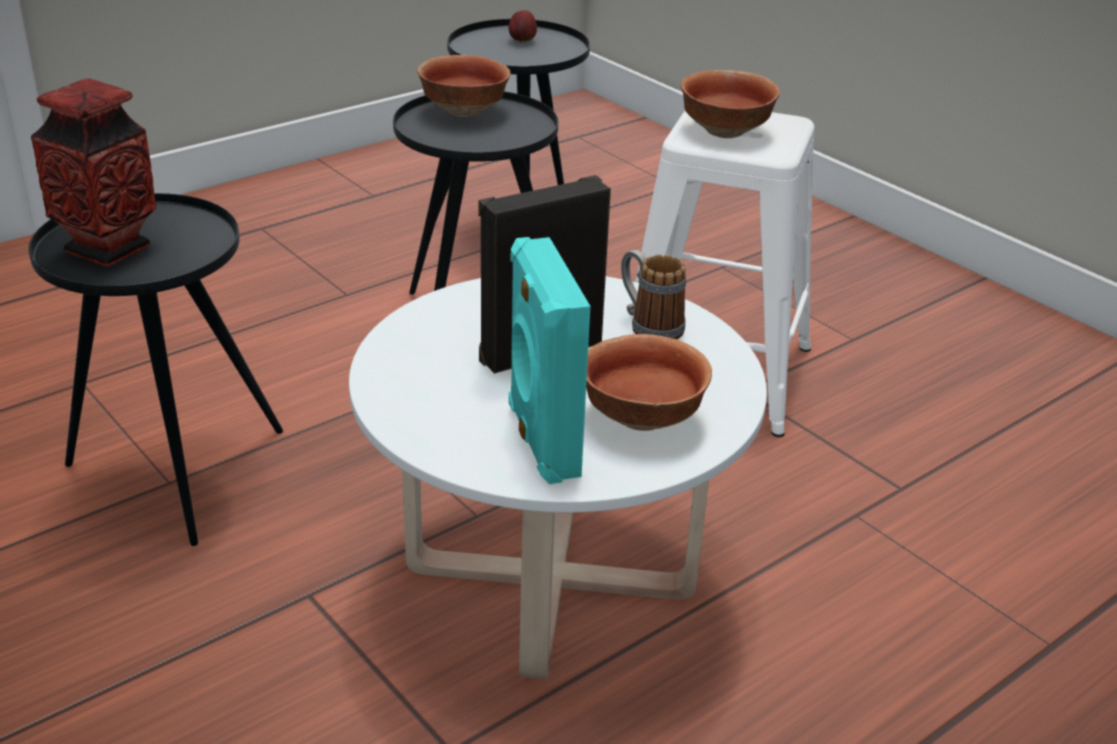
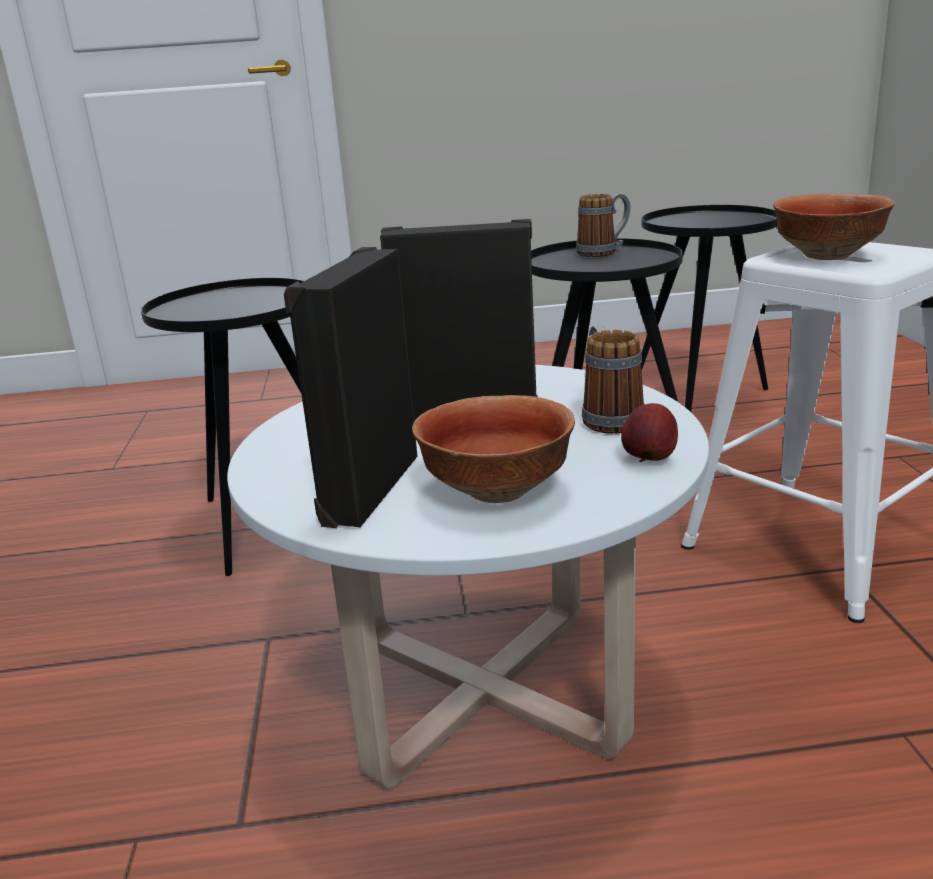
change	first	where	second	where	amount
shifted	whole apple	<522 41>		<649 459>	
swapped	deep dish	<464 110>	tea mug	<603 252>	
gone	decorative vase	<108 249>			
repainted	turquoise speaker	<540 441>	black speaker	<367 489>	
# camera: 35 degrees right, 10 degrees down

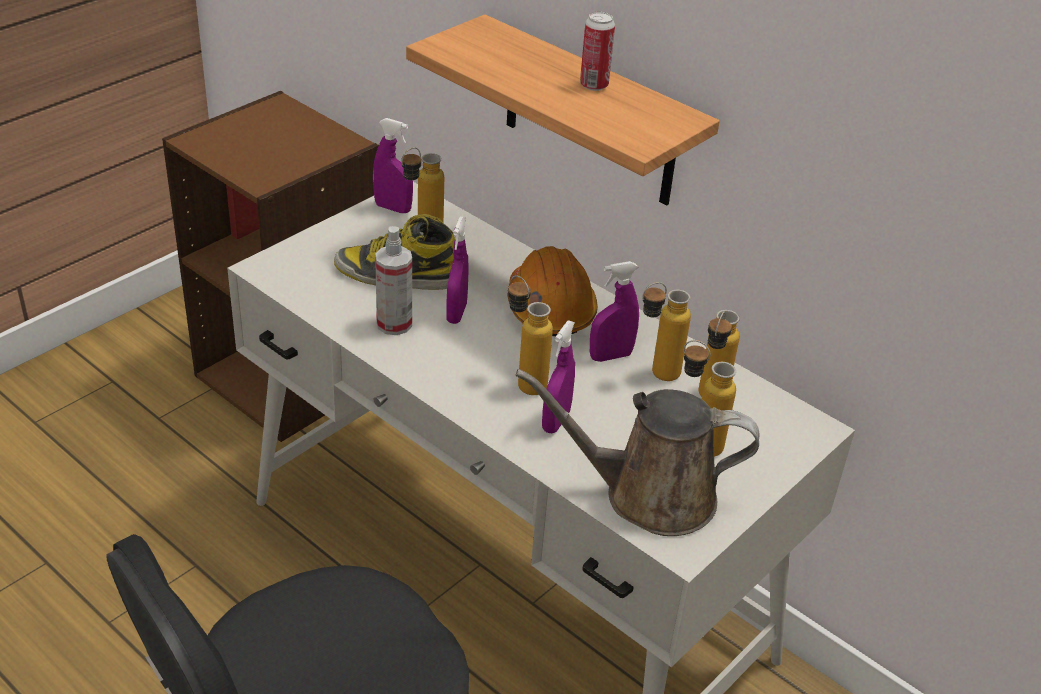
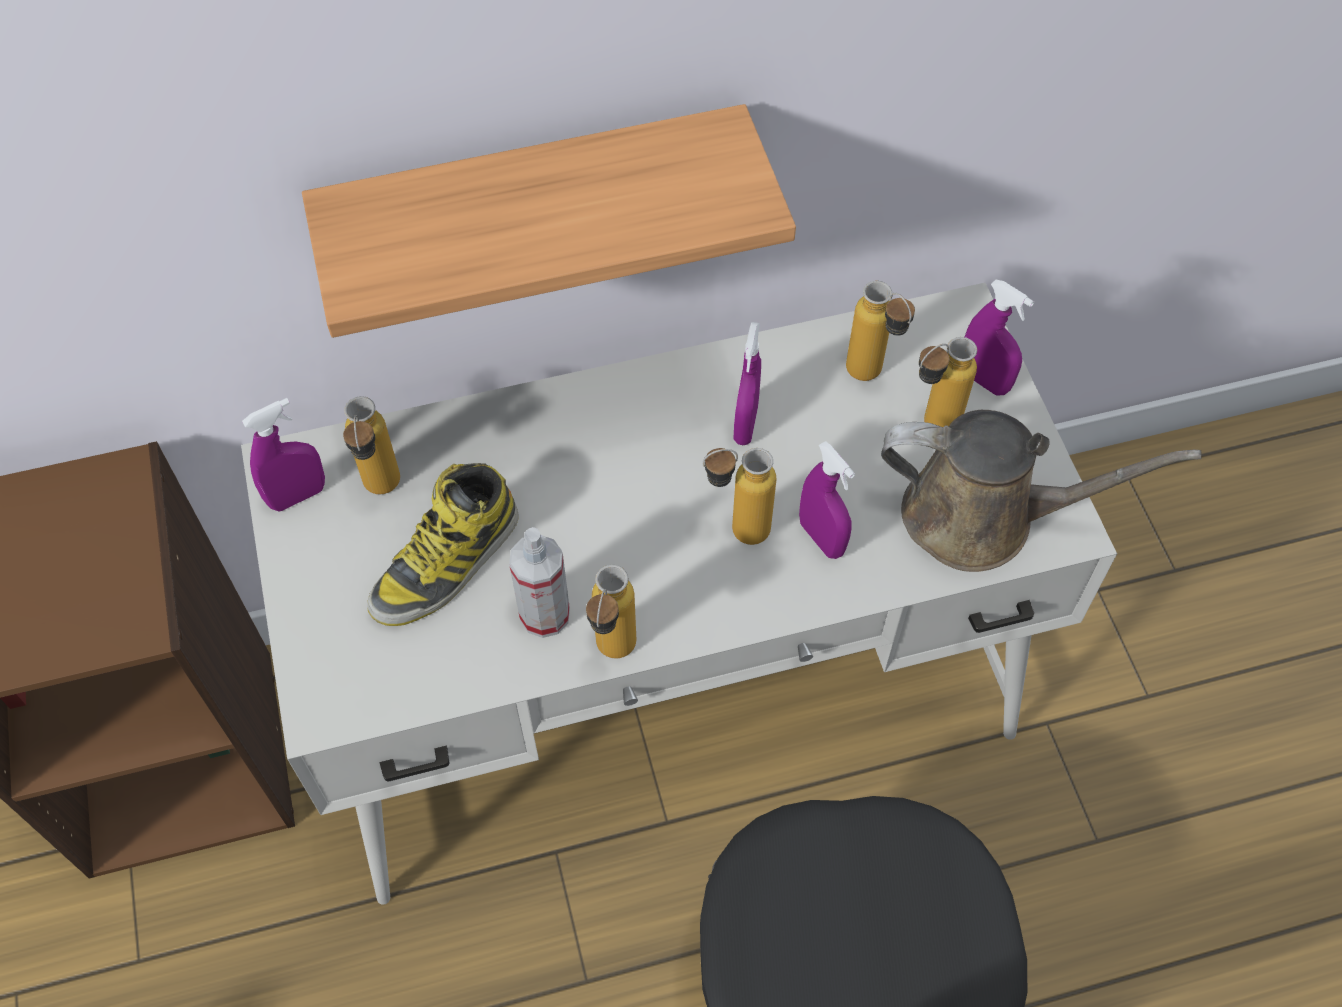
change	first	where	second	where	amount
gone	metal can	<594 85>			
shifted	purple sprayer	<456 313>		<983 380>	
gone	orangey safety helmet	<550 308>			
shifted	beverage bottle	<655 375>		<612 657>	
rotated	brown watering can	<648 495>		<982 517>	120 degrees counterclockwise
# camera: 55 degrees left, 20 degrees up

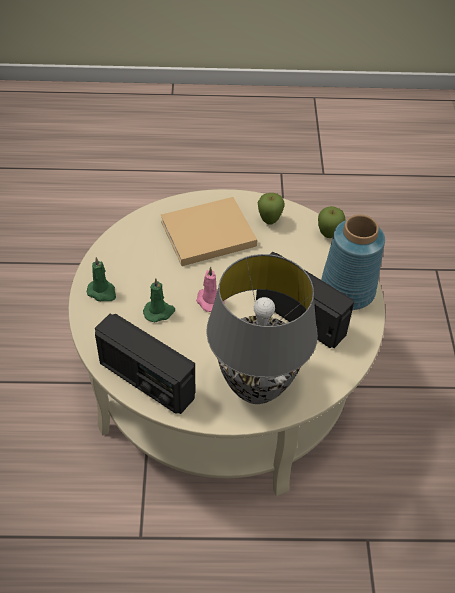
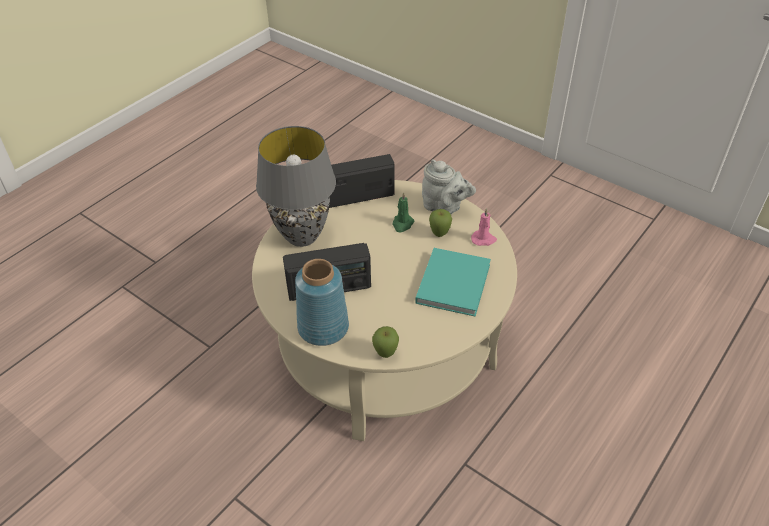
change	first	where	second	where	amount
shifted	whole apple	<269 221>		<439 234>	
repainted	beige volume	<205 234>	turquoise volume	<454 282>	
swapped	green-coloured wax light	<102 292>	greyish pot for tea	<444 207>	
shifted	pink wax light	<209 300>		<484 239>	
# camera: 130 degrees right, 5 degrees down

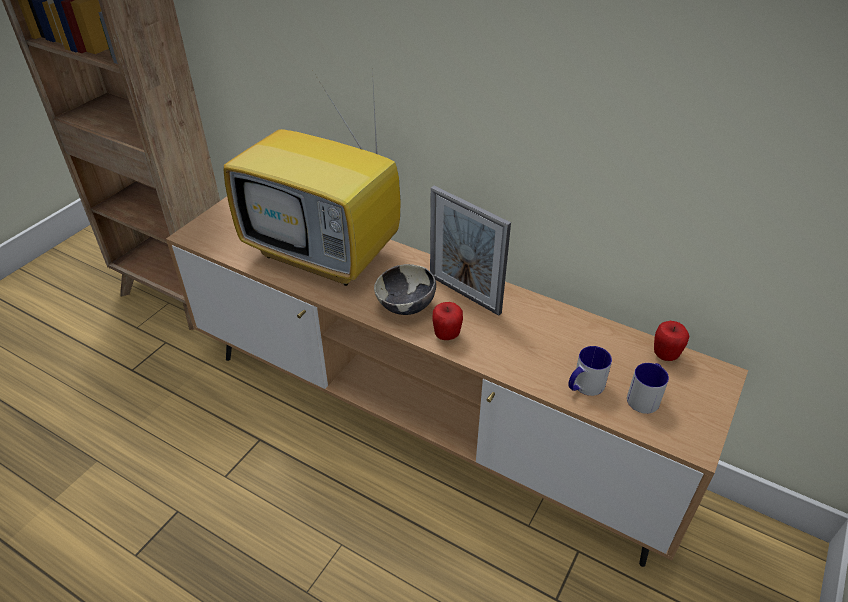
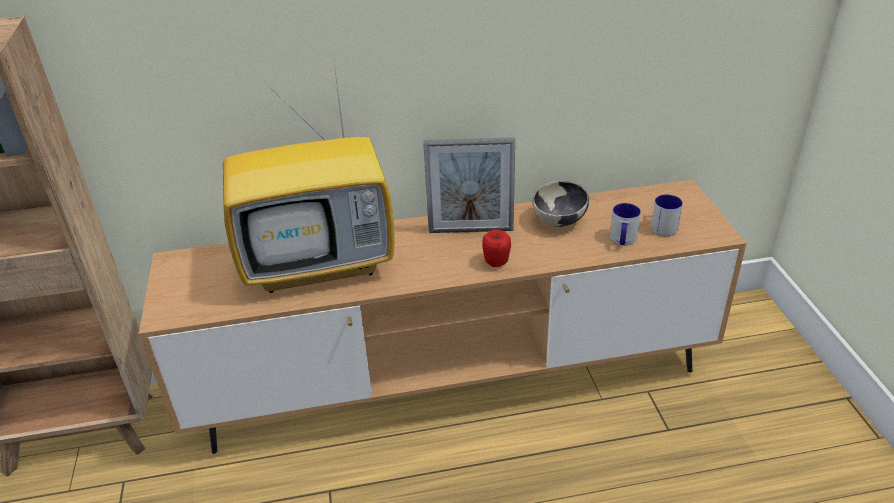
change	first	where	second	where	amount
shifted	deep dish	<406 307>		<560 221>	
gone	whole apple	<665 355>			
# camera: 40 degrees left, 5 degrees down

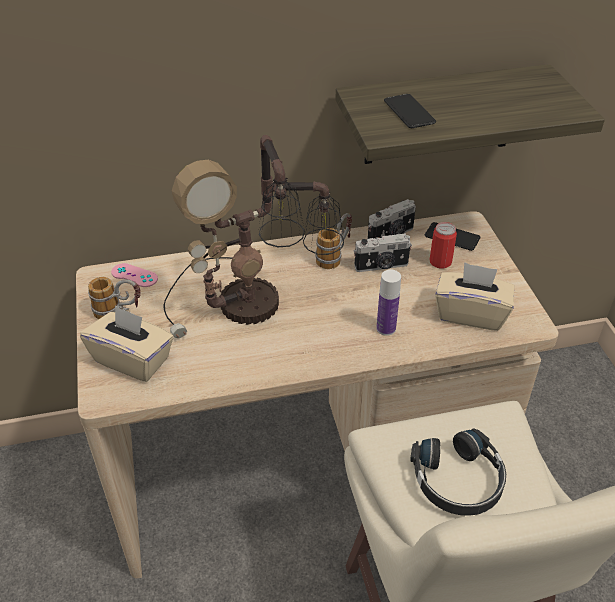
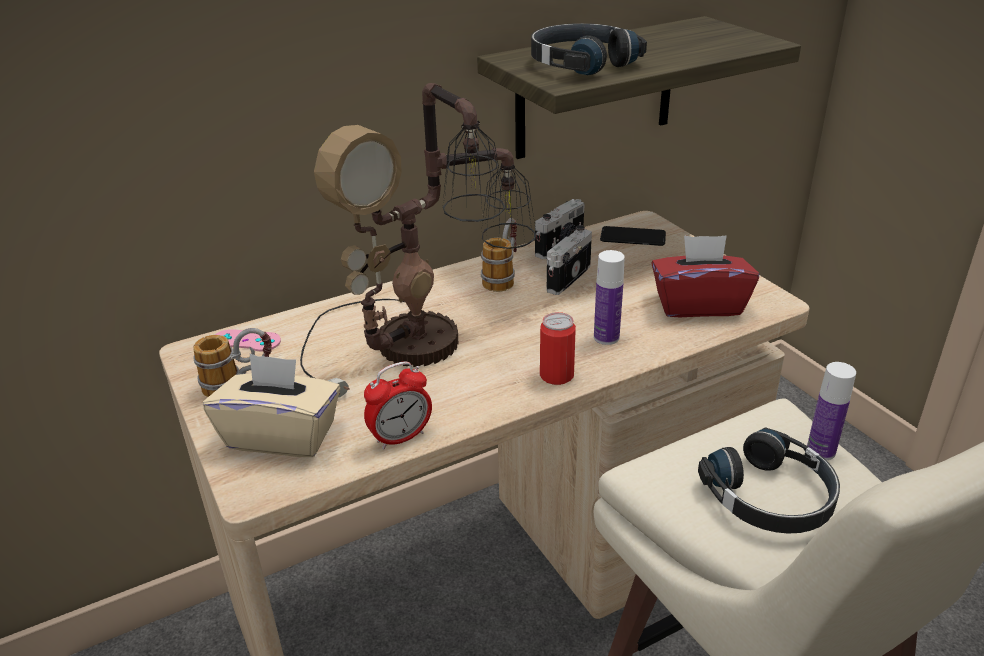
change	first	where	second	where	amount
swapped	handset	<409 112>	black headphones	<581 63>	
shifted	metal can	<440 262>		<556 375>	
rotated	photo camera	<381 266>		<566 277>	150 degrees clockwise
repainted	beige tissue box	<470 314>	red-coloured tissue box	<698 305>	
new			alarm clock	<401 437>	
new			beverage bottle	<821 451>	
# camera: 15 degrees left, 10 degrees down

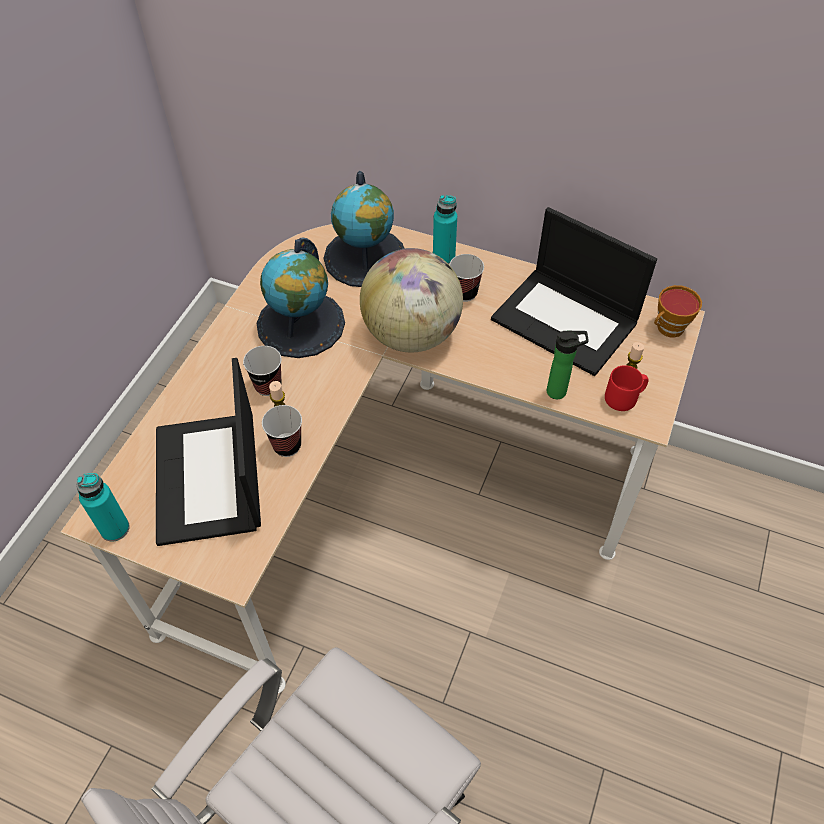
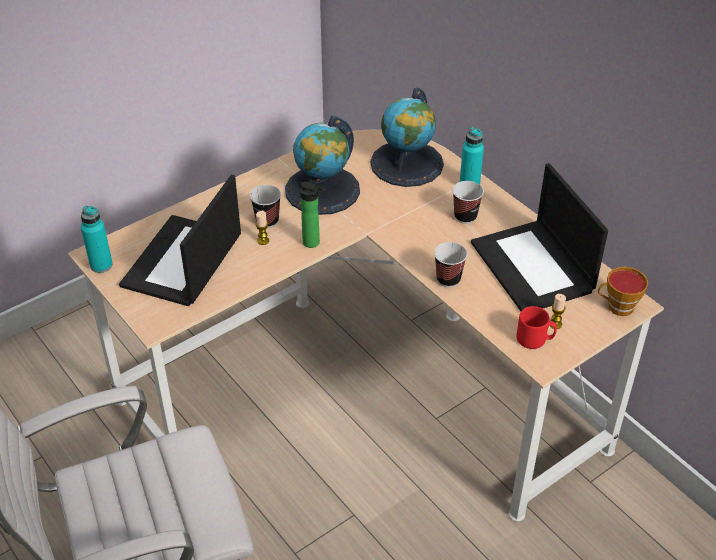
change	first	where	second	where	amount
gone	world globe	<411 334>			
shifted	beverage bottle	<559 391>		<313 243>	
shifted	drinking cup	<287 445>		<448 279>	
# camera: 30 degrees right, 10 degrees down

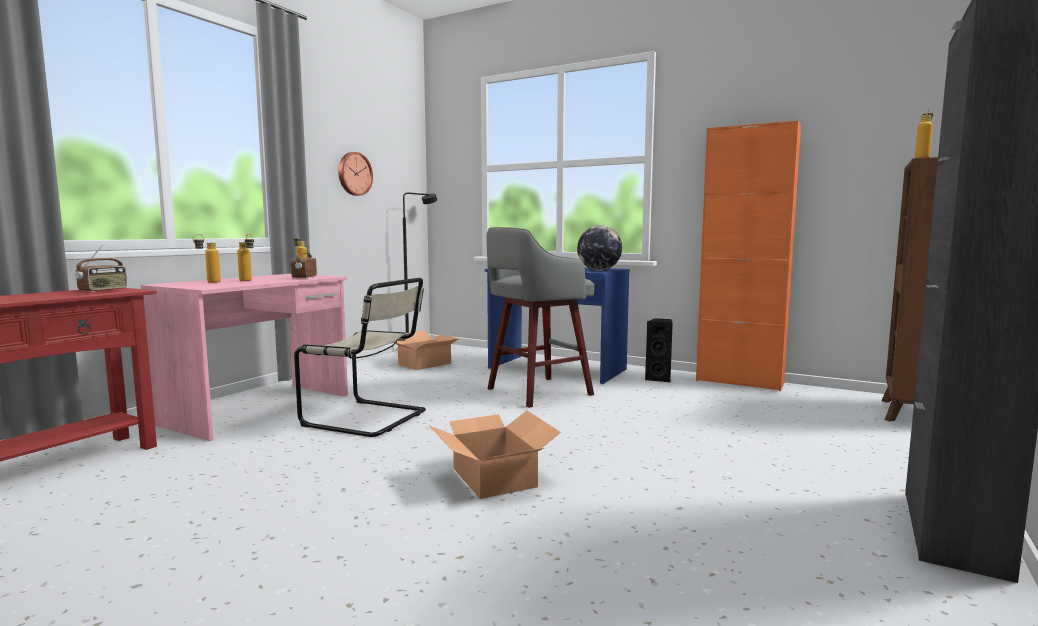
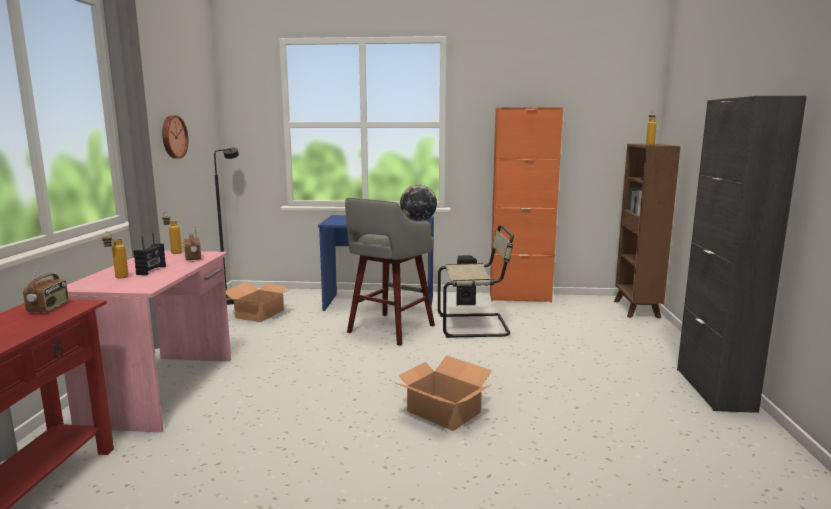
change	first	where	second	where	amount
swapped	beverage bottle	<248 281>	radio set	<152 270>	
shifted	beige upright chair	<369 419>		<475 326>	
# camera: 25 degrees left, 5 degrees up

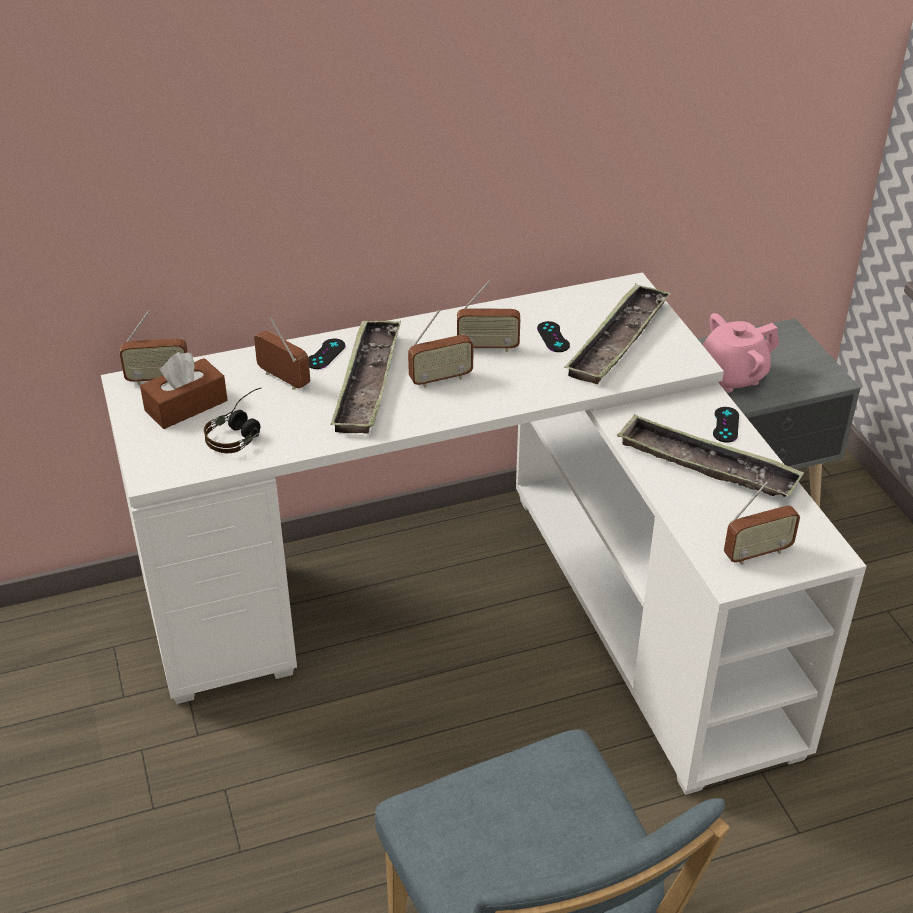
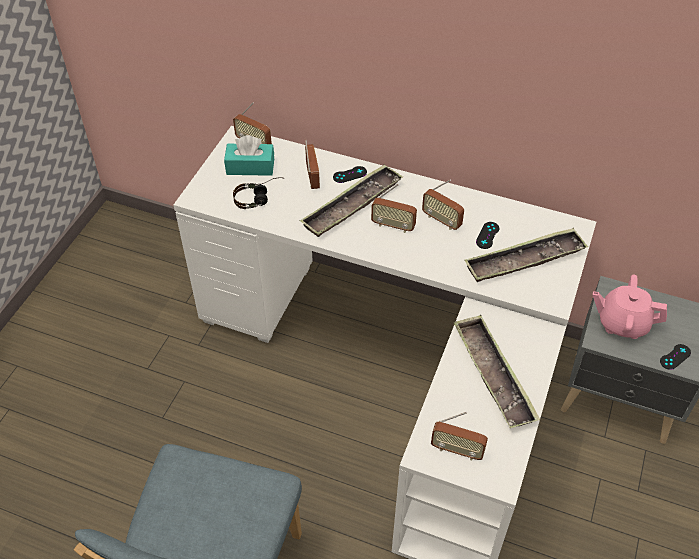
change	first	where	second	where	amount
repainted	brown tissue box	<186 405>	turquoise tissue box	<250 167>	
shifted	black gamepad	<725 425>		<675 357>	
# camera: 40 degrees right, 10 degrees up

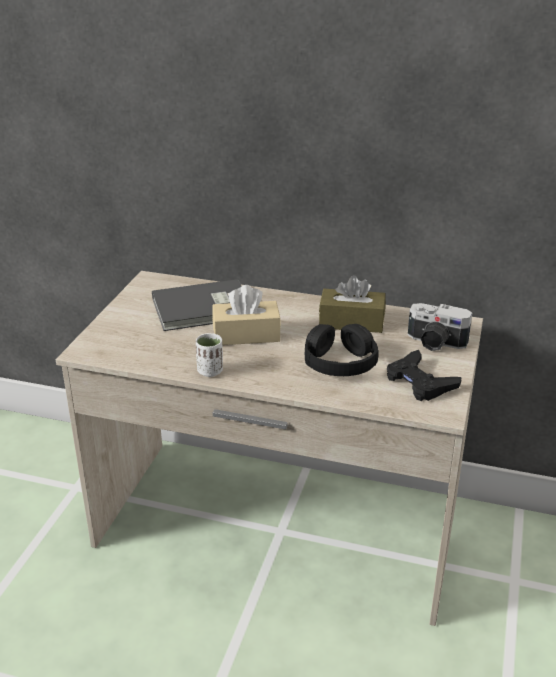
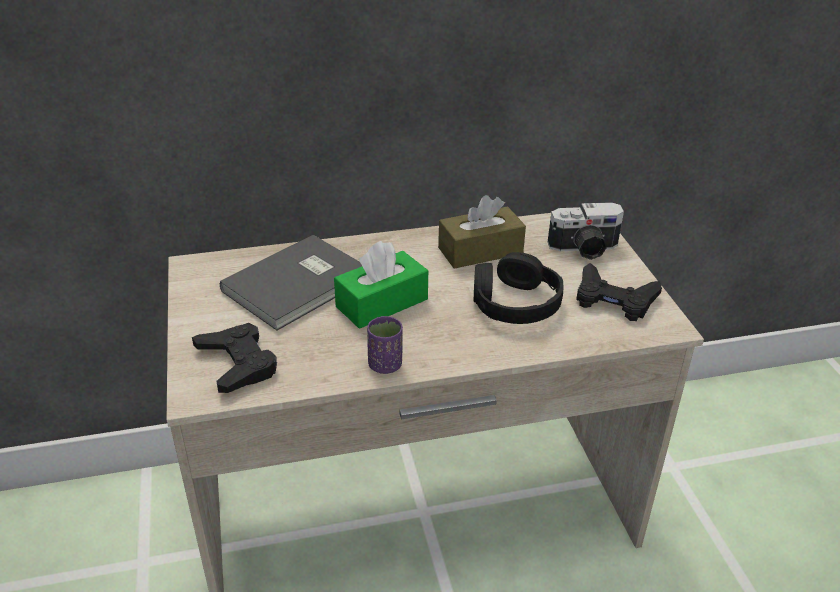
change	first	where	second	where	amount
repainted	beige tissue box	<246 335>	green-coloured tissue box	<382 303>	
repainted	whitish drinking cup	<210 371>	purple drinking cup	<385 365>	
new			black gamepad	<237 363>	
# camera: 30 degrees left, 5 degrees up

